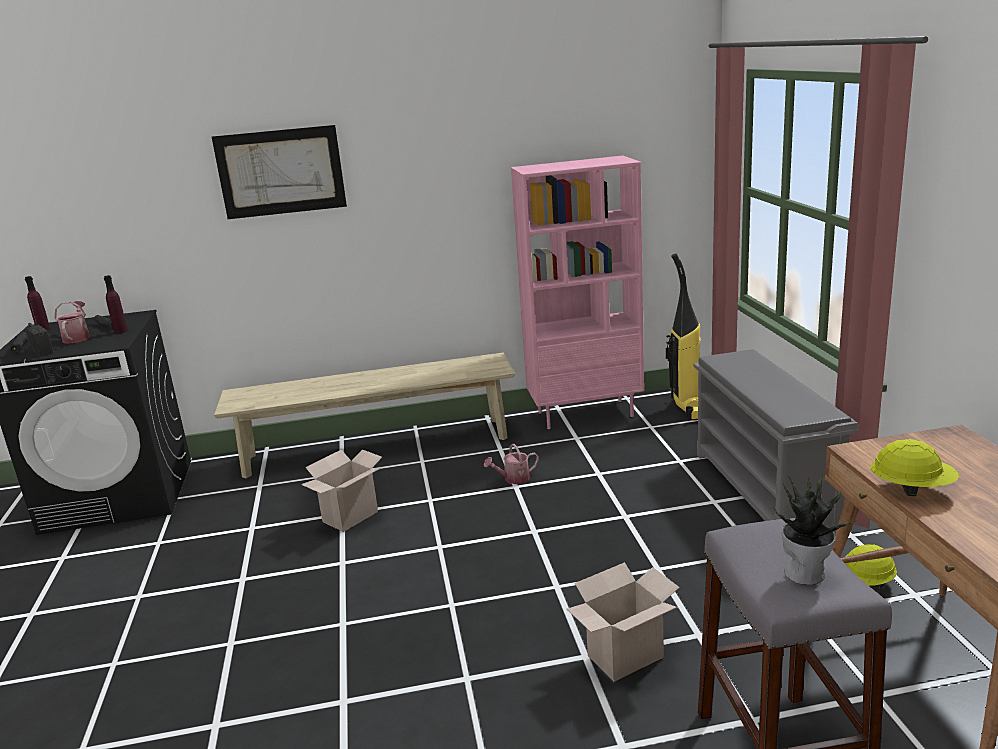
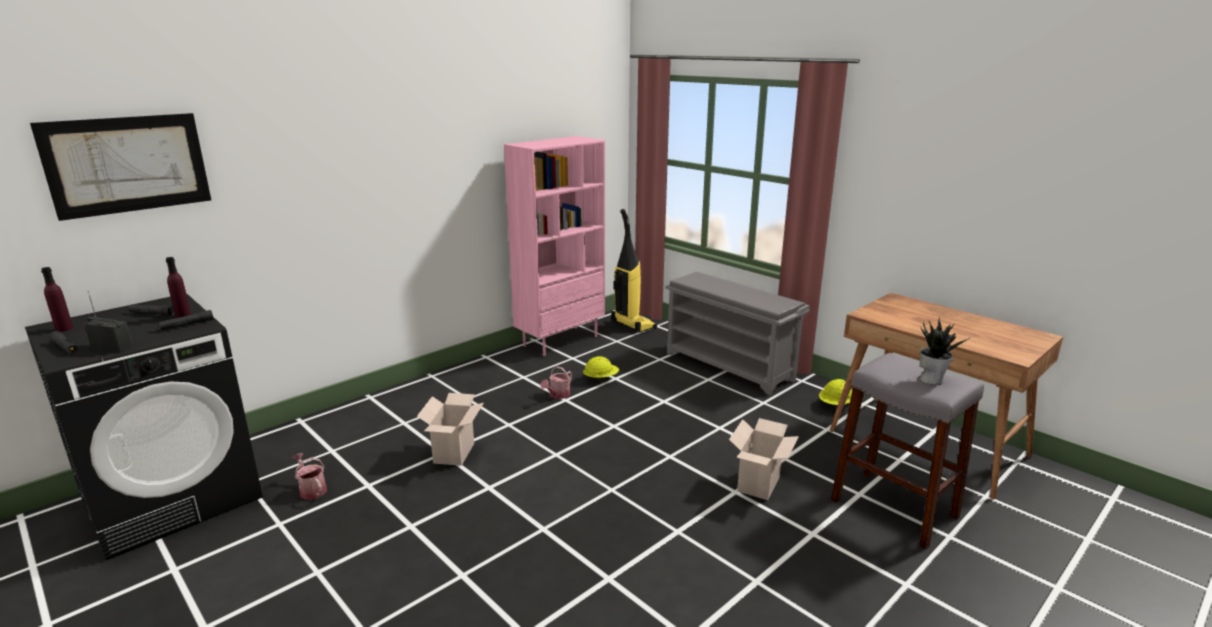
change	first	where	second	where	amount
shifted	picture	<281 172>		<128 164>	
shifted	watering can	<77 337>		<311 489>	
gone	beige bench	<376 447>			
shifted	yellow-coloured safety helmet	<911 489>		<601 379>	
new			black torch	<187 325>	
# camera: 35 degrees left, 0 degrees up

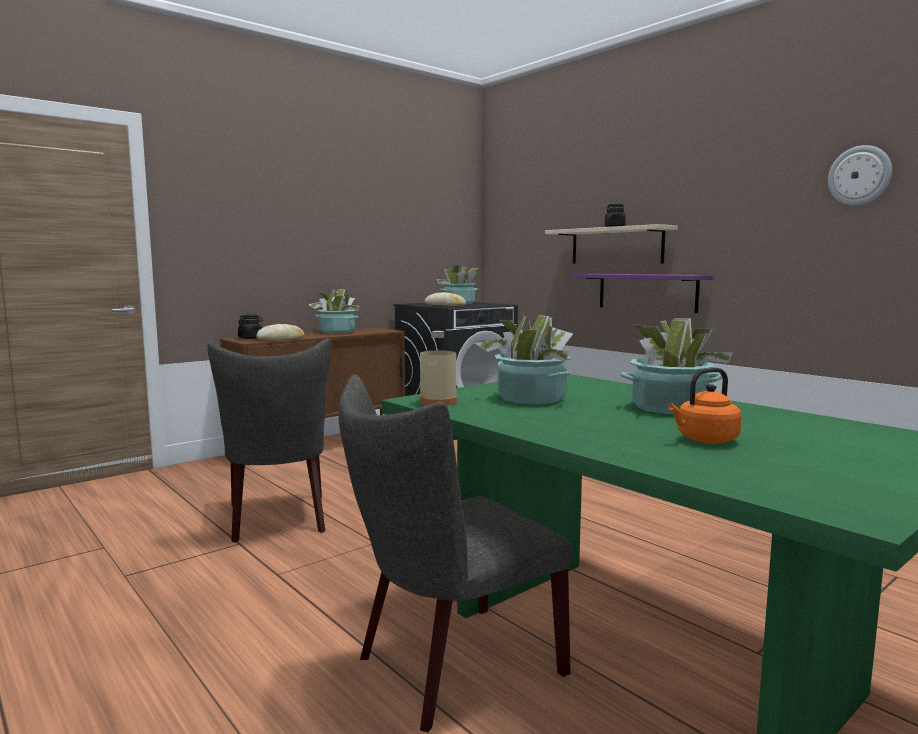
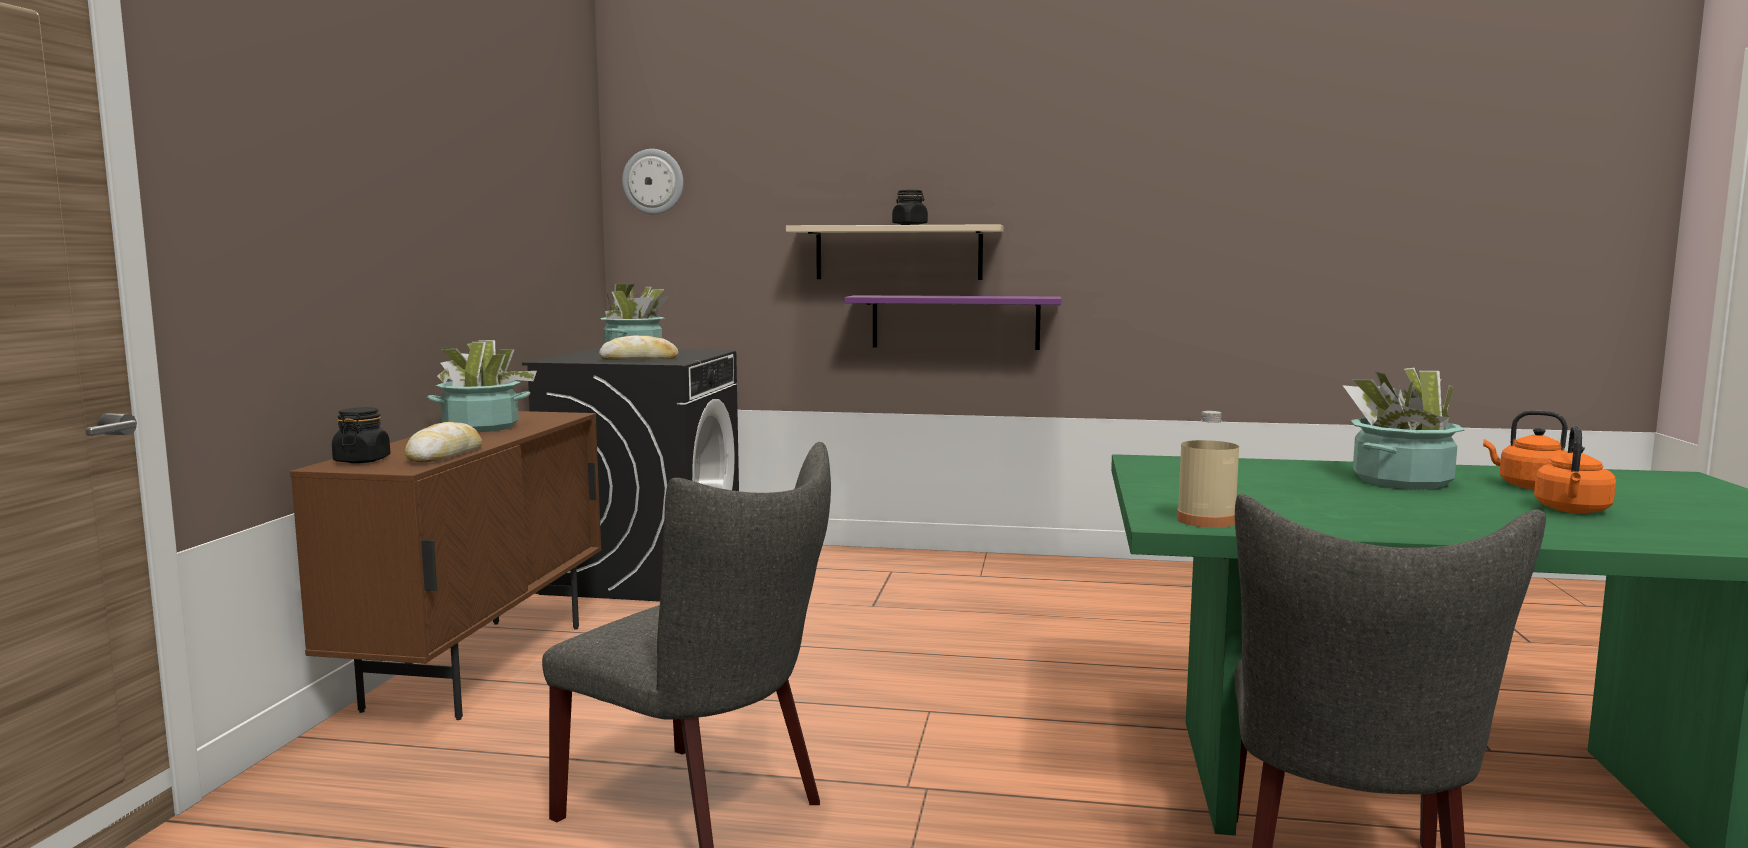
change	first	where	second	where	amount
shifted	clock on the wall	<859 175>		<653 181>	
gone	plant in a pot	<531 398>			
new			orangey kettle	<1528 486>	
# camera: 40 degrees left, 0 degrees up

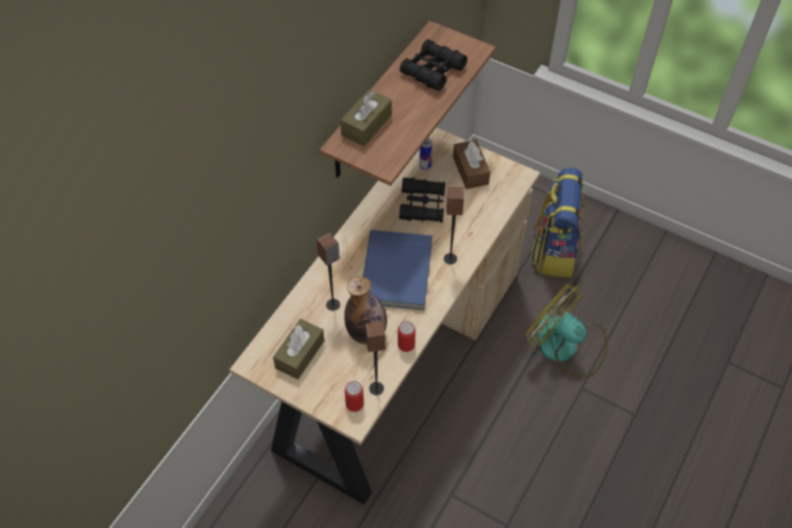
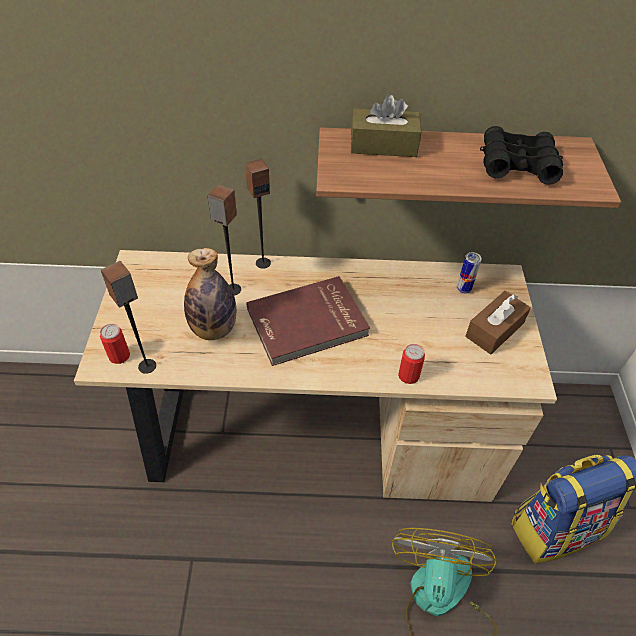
change	first	where	second	where	amount
gone	black field glasses	<422 205>			
shifted	speaker	<450 258>		<263 263>	
repainted	blue-coloured volume	<398 272>	red-coloured volume	<308 324>	
gone	brown tissue box	<300 354>			
shifted	metal can	<406 344>		<408 375>	
# camera: 60 degrees right, 5 degrees down

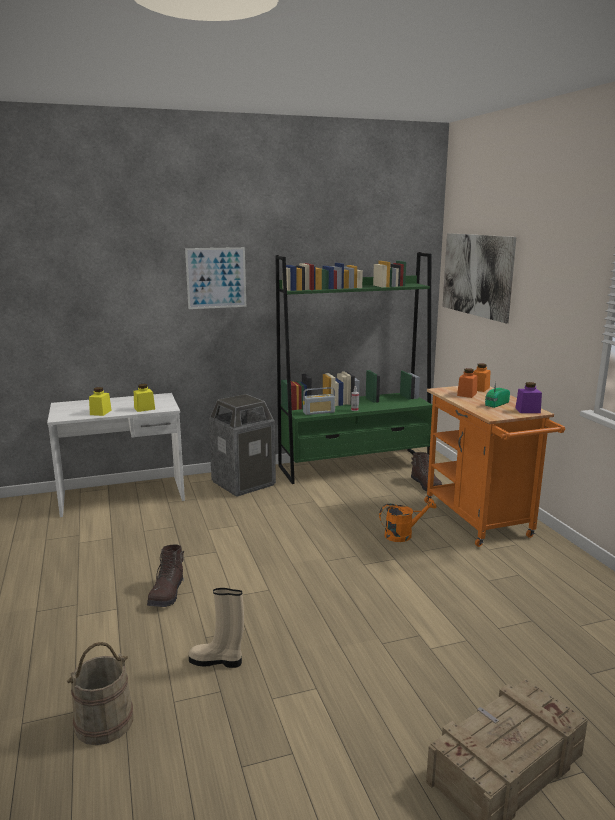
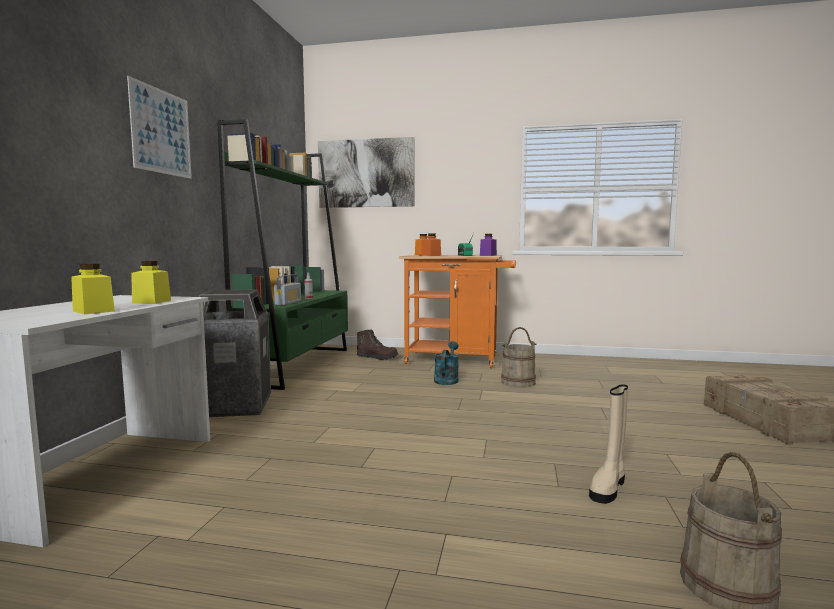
change	first	where	second	where	amount
repainted	orangey watering can	<403 534>	turquoise watering can	<447 379>	
gone	brown boot	<167 594>			
new			beige water bucket	<518 382>	
# camera: 60 degrees left, 10 degrees down

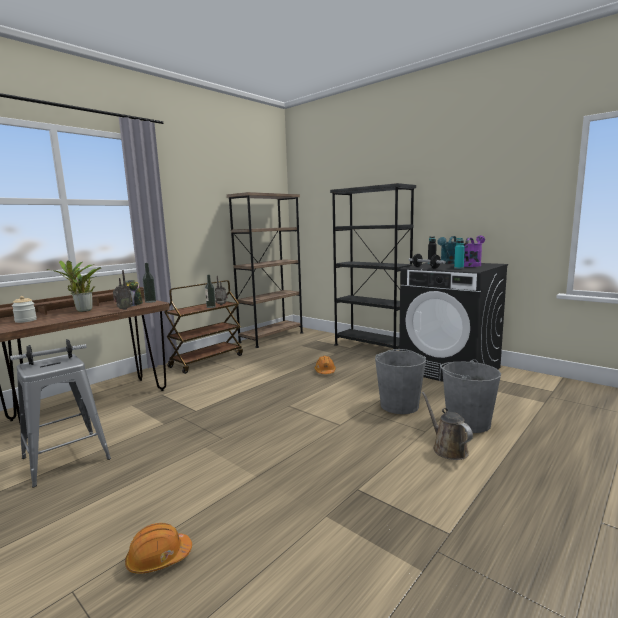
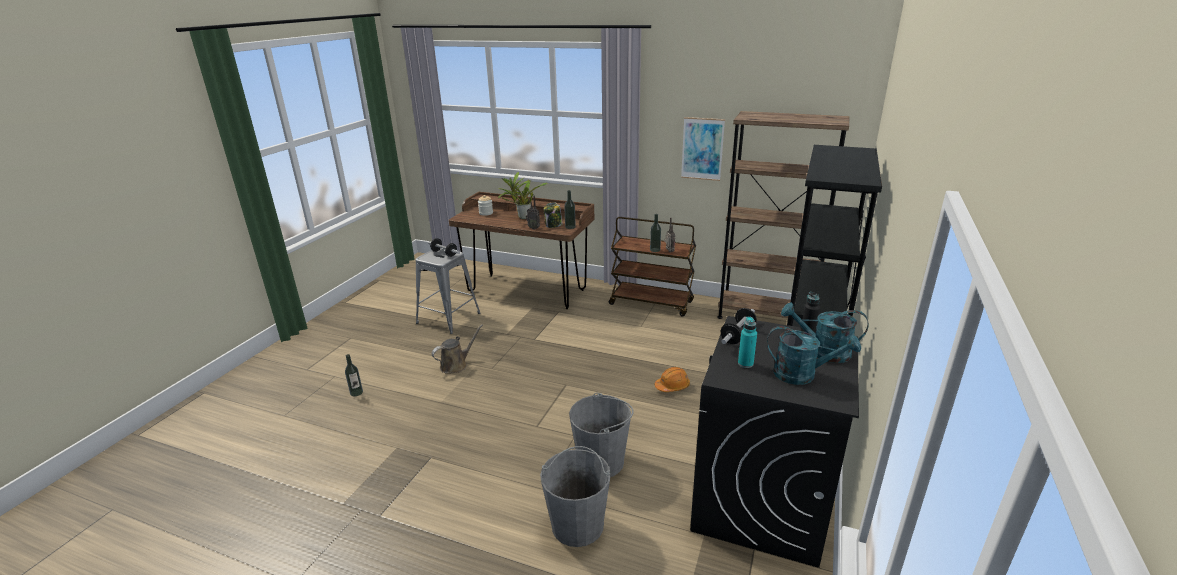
change	first	where	second	where	amount
repainted	purple watering can	<471 265>	turquoise watering can	<802 375>	
shifted	brown watering can	<447 448>		<456 365>	
swapped	orangey safety helmet	<158 558>	beverage bottle	<356 392>	
new			picture	<702 149>	
# camera: 70 degrees right, 15 degrees up

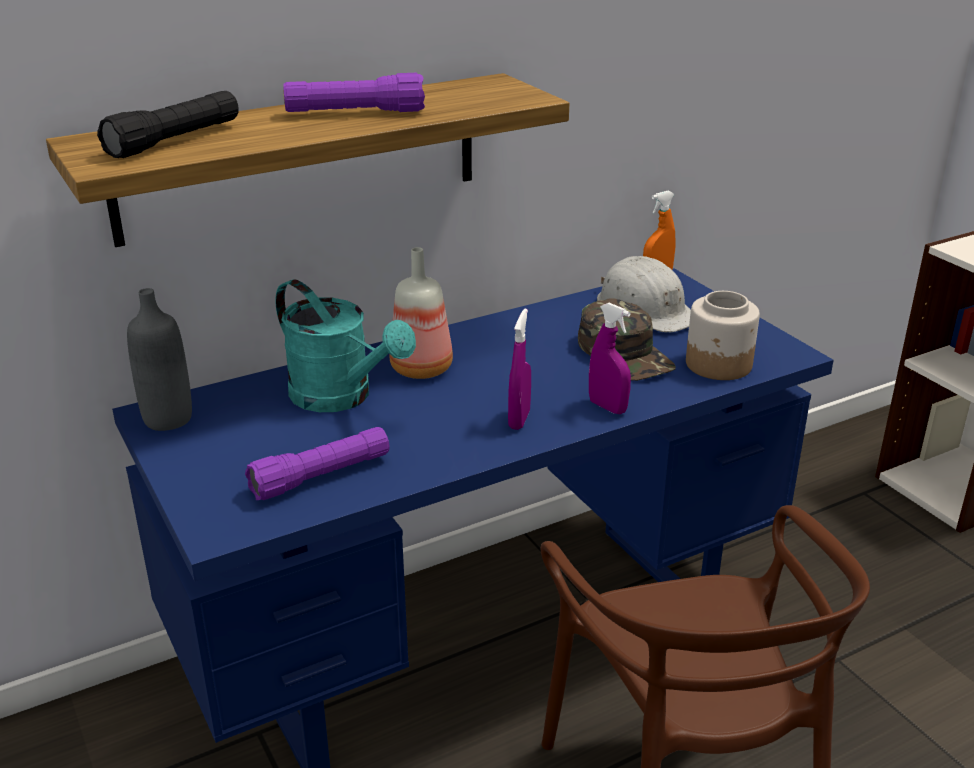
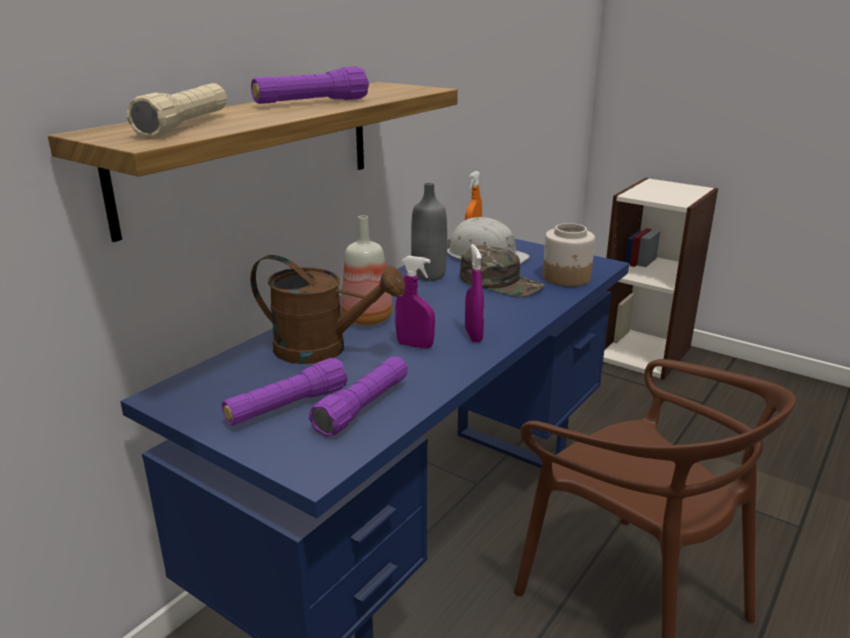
change	first	where	second	where	amount
repainted	black torch	<175 141>	beige torch	<185 125>	
repainted	turquoise watering can	<341 397>	brown watering can	<323 349>	
shifted	greyish beverage bottle	<168 419>		<429 275>	
shifted	purple sprayer	<607 407>		<415 345>	
new			purple torch	<287 406>	
# camera: 25 degrees left, 5 degrees down

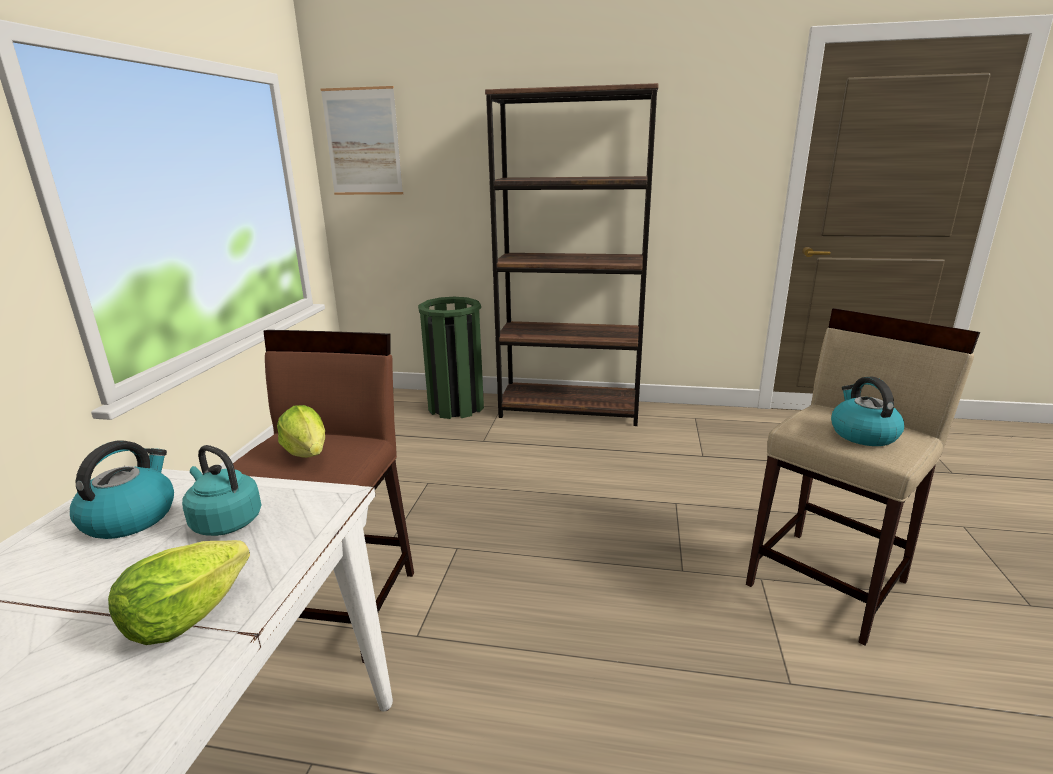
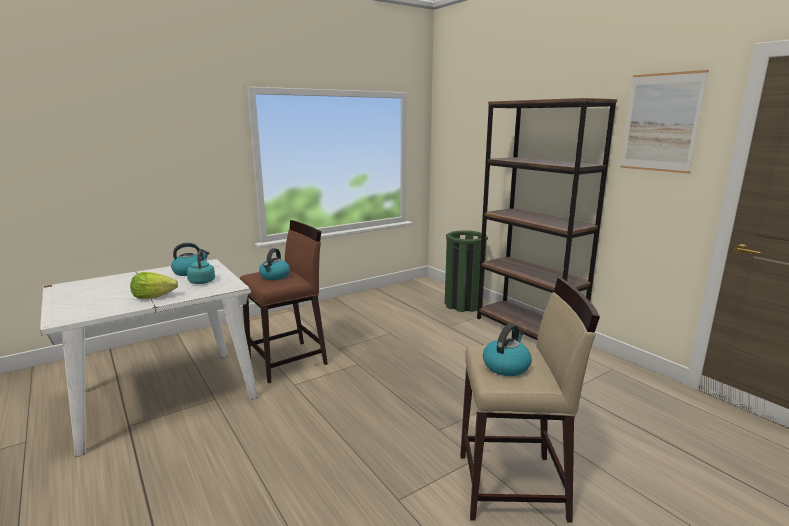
change	first	where	second	where	amount
shifted	picture	<363 142>		<661 122>	
swapped	lettuce	<307 453>	kettle	<275 276>	
# camera: 45 degrees right, 5 degrees down

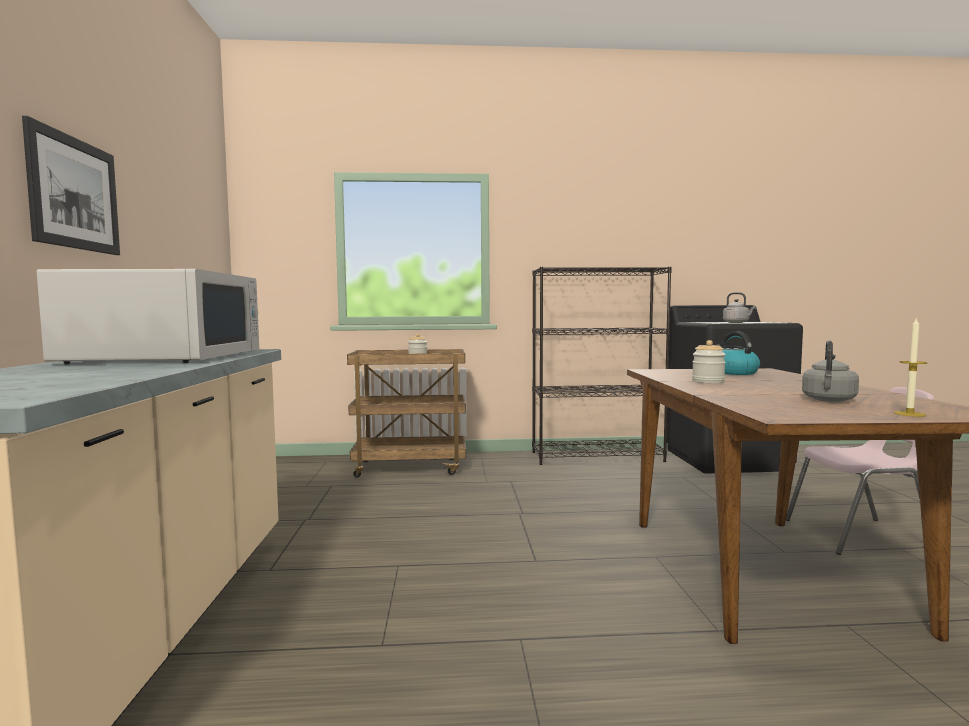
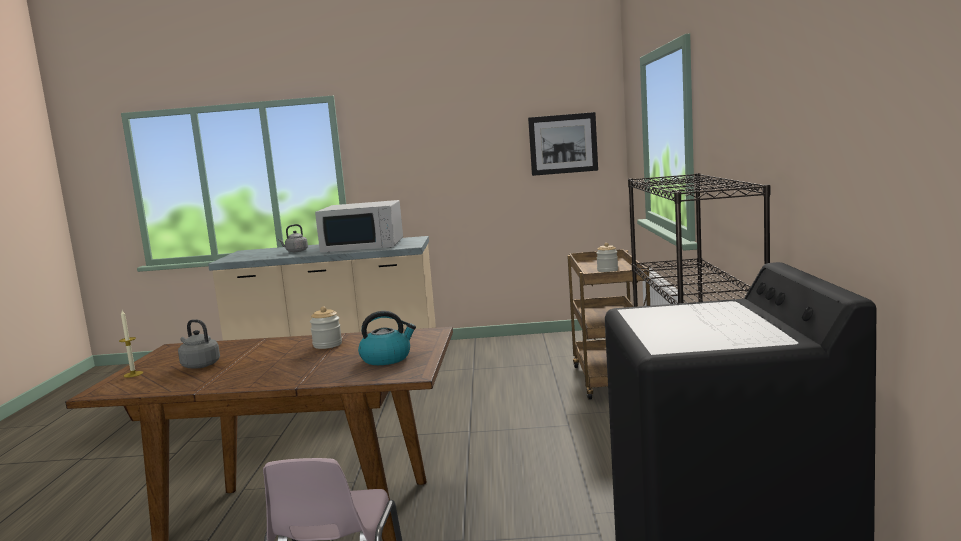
change	first	where	second	where	amount
shifted	picture	<74 193>		<563 144>	
shifted	greyish kettle	<737 322>		<295 251>	
# camera: 95 degrees right, 5 degrees up

